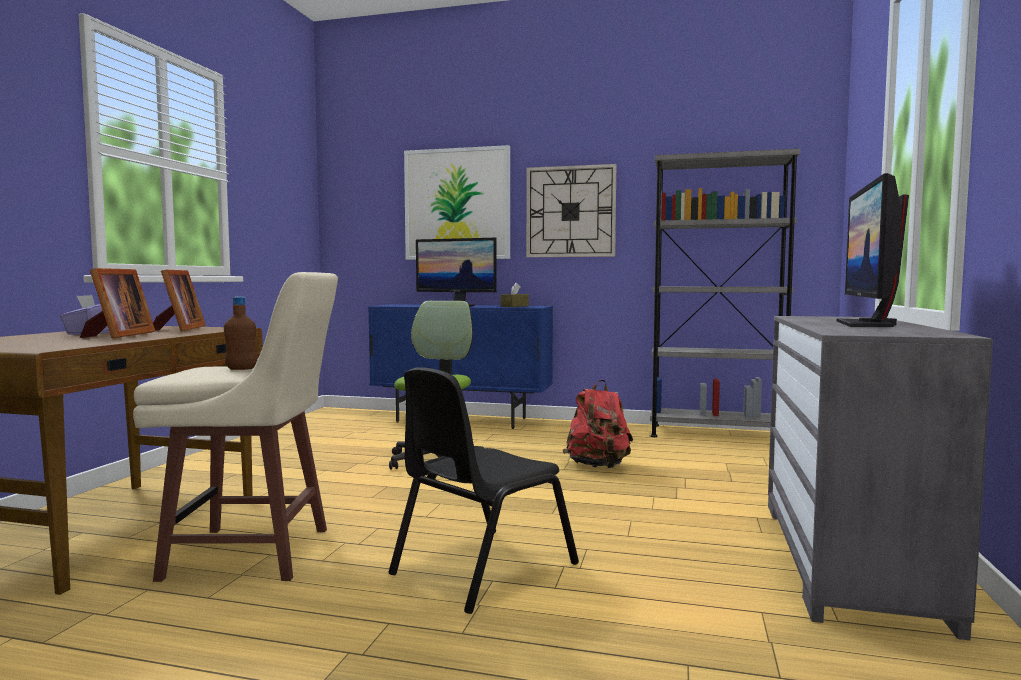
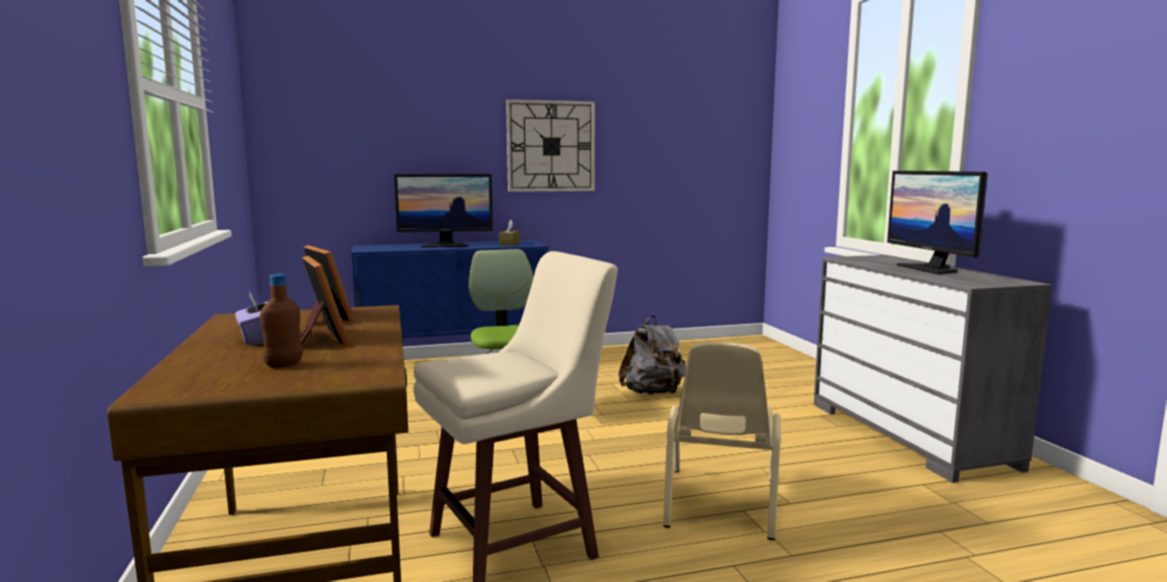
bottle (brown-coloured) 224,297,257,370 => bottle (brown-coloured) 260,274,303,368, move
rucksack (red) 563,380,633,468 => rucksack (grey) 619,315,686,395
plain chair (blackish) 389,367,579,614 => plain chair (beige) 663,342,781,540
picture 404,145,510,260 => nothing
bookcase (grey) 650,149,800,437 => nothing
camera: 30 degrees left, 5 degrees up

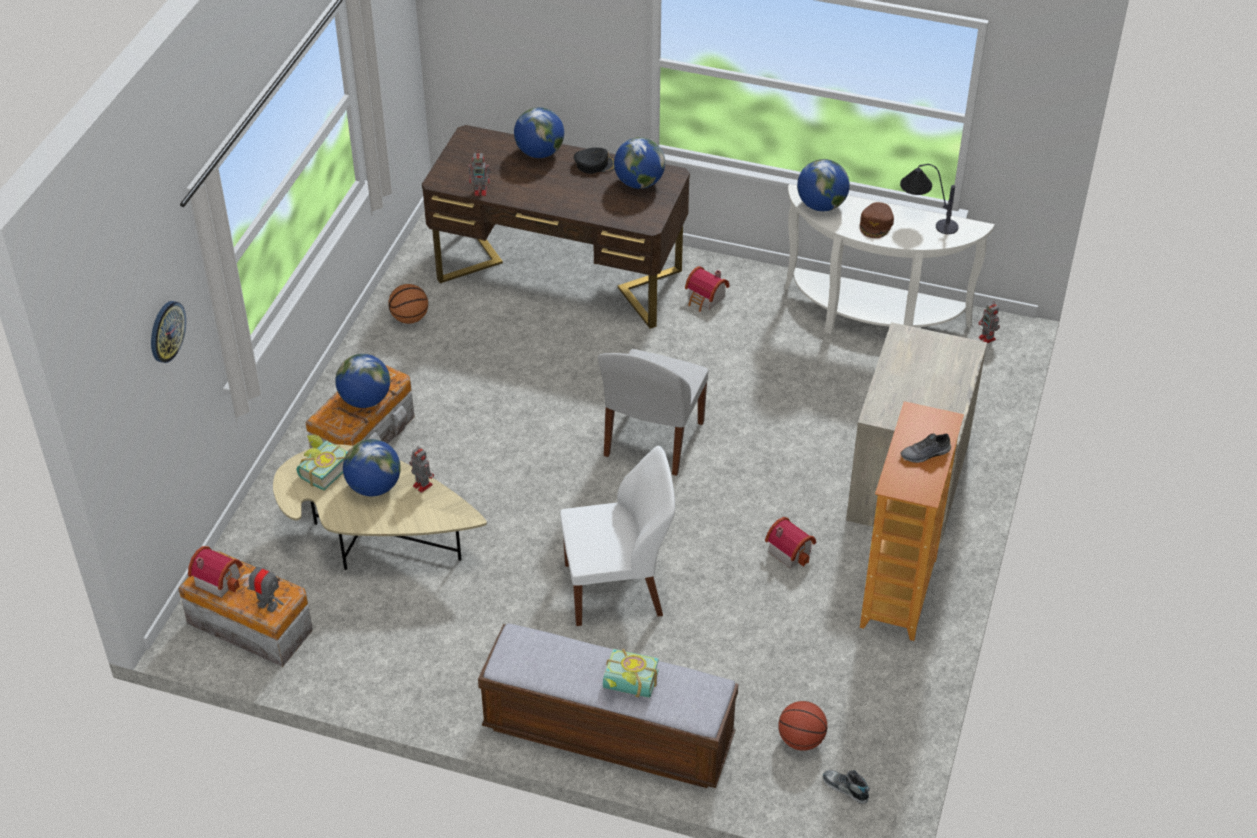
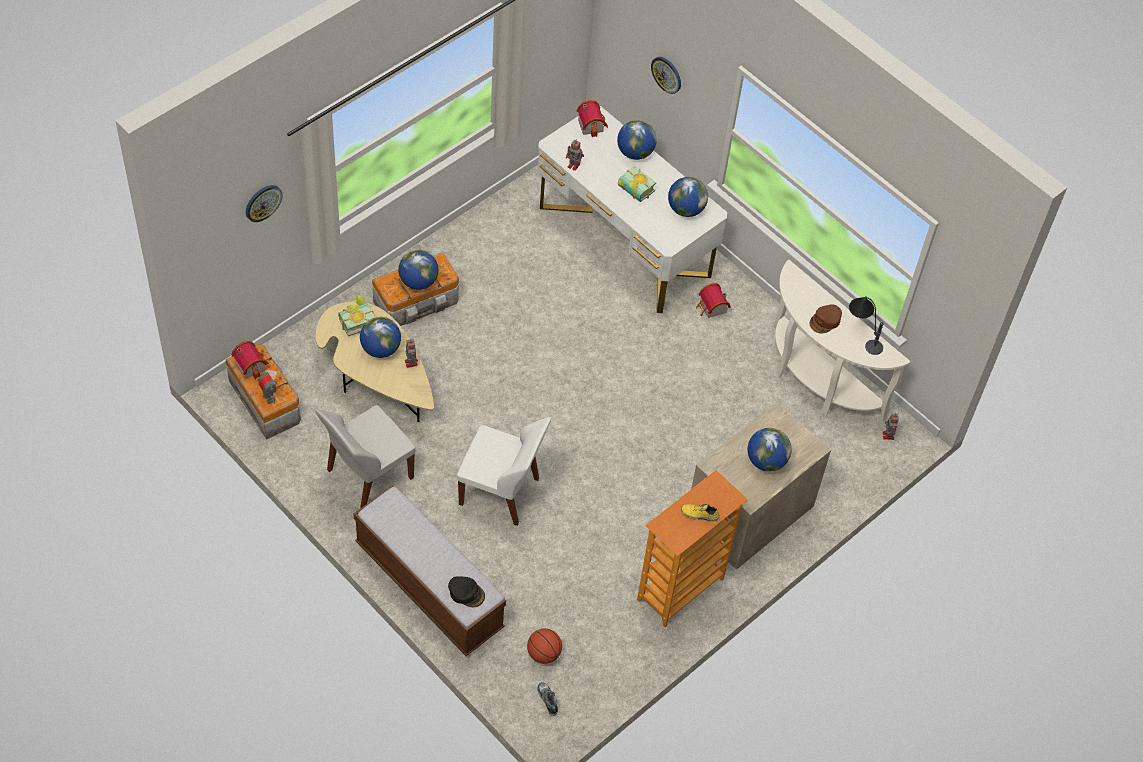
plain chair (whitish) 598,349,709,476 => plain chair (whitish) 316,405,415,508, move
baseball cap (blackish) 574,147,615,174 => baseball cap (blackish) 448,576,485,607, move
desk table (brown-coloured) 422,125,690,329 => desk table (whitish) 537,106,727,313
miniature house 765,517,816,569 => miniature house 577,100,608,138, move
book 603,649,659,698 => book 618,166,656,202, move
nothing => wall clock 651,57,681,94
low shoe (grey) 900,433,951,463 => low shoe (yellowish) 681,504,719,521
globe 797,159,850,211 => globe 748,428,792,471, move
basketball 388,284,428,324 => nothing
camera: 25 degrees right, 10 degrees up

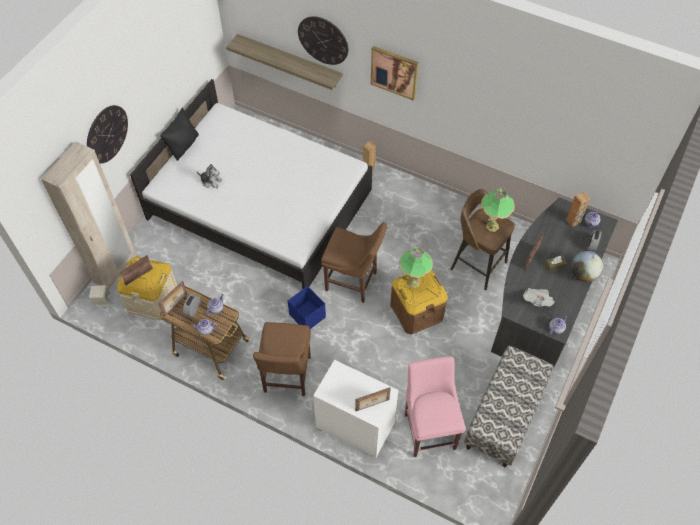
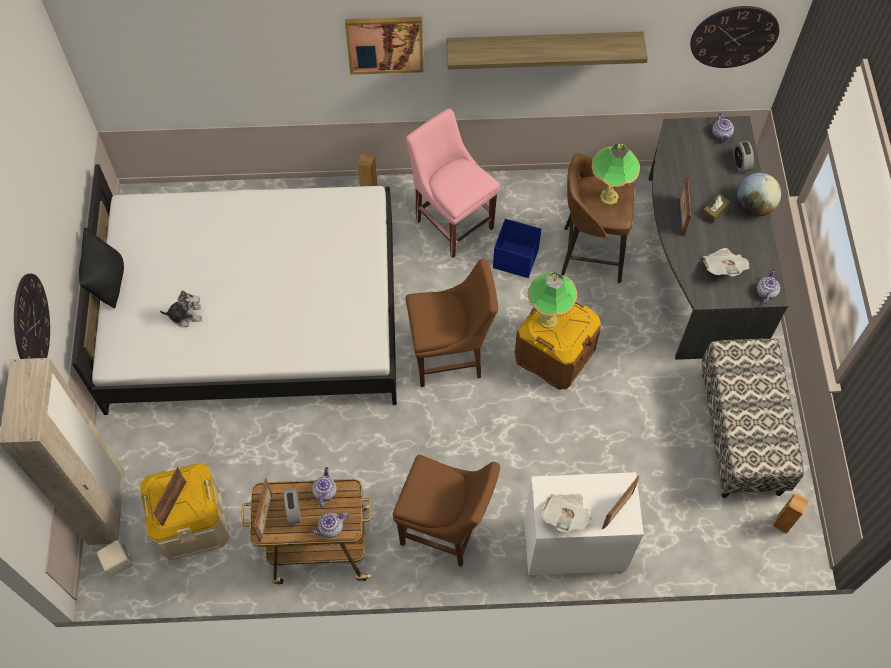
plain chair (brown-coloured) 253,322,311,396 => plain chair (brown-coloured) 393,455,500,567, 45 degrees counterclockwise
plain chair (pinkish) 404,356,466,457 => plain chair (pinkish) 406,108,500,258, move
wall shelf 226,34,343,90 => wall shelf 446,32,648,70, move
storage bin (bluish) 288,286,326,329 => storage bin (bluish) 493,219,541,278, move
nothing => daily paper 541,494,591,532
wall clock 298,16,348,65 => wall clock 690,6,779,68, move
speaker (brown-coloured) 566,192,590,227 => speaker (brown-coloured) 773,493,809,534, move
camera: 30 degrees left, 5 degrees up

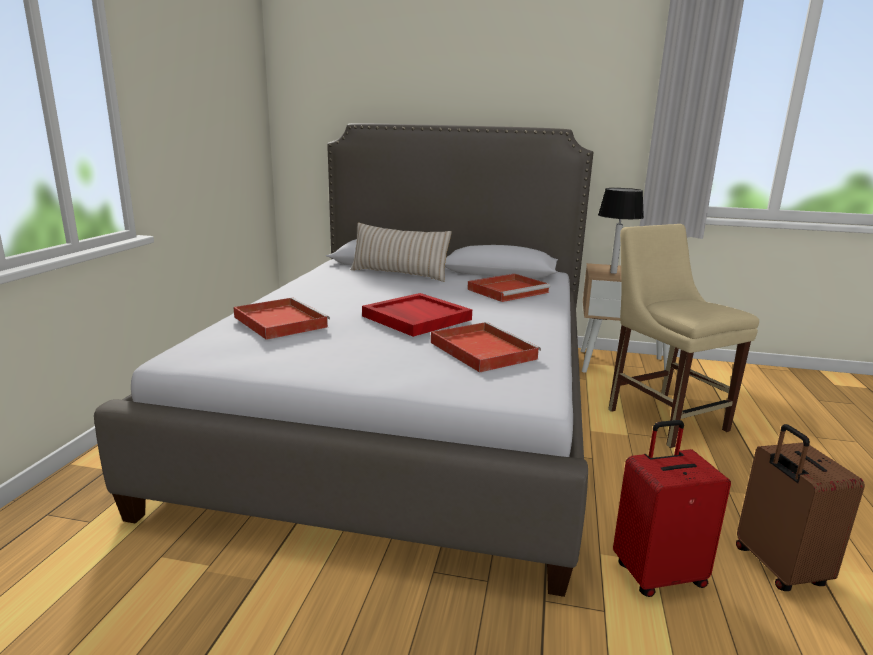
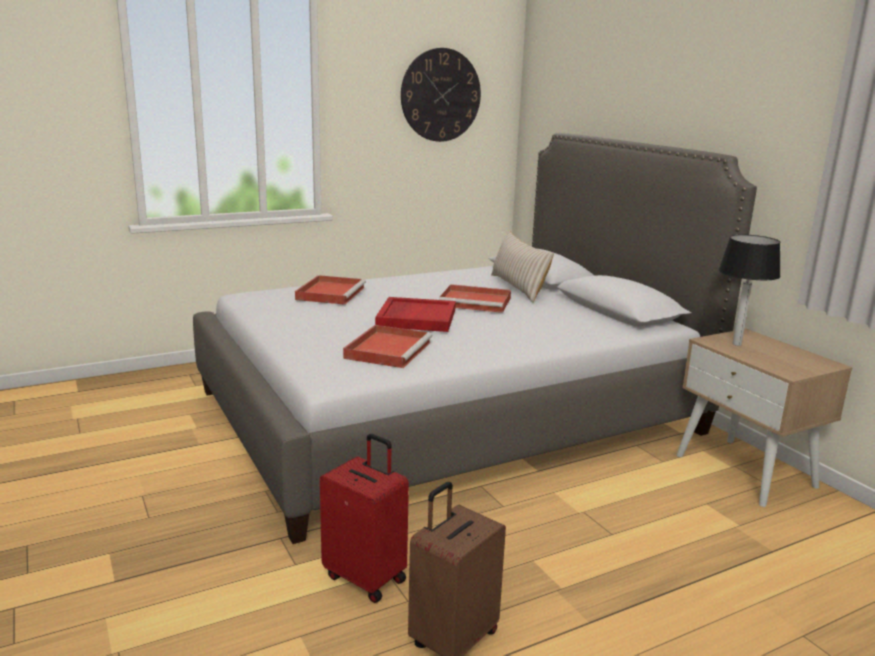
nothing => wall clock 401,48,481,142
serving tray (red) 467,274,551,302 => serving tray (red) 439,284,511,313, move
plain chair (beige) 608,224,759,448 => nothing
camera: 50 degrees right, 0 degrees up

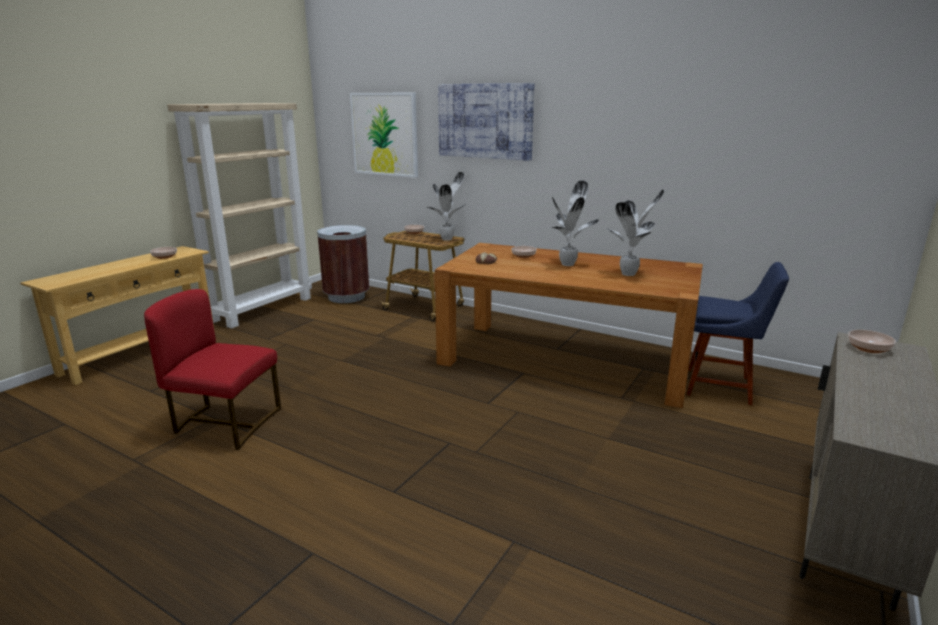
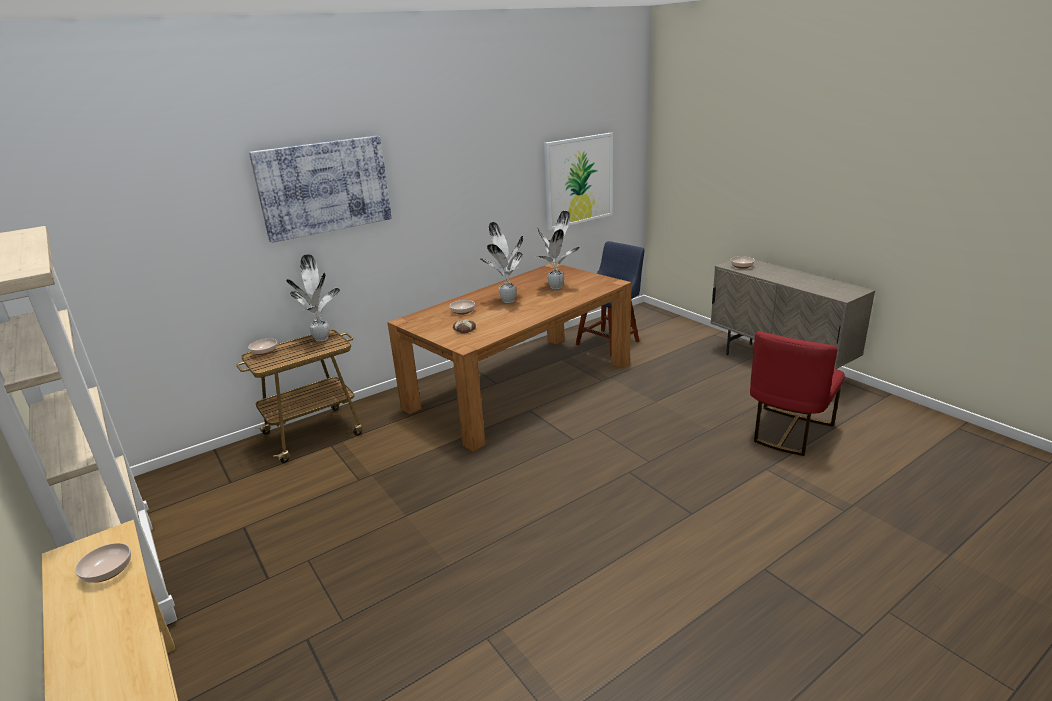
picture 350,93,418,178 => picture 544,133,613,230, move
plain chair (red) 144,289,281,450 => plain chair (red) 750,331,845,456, move
trash can (brown-coloured) 317,225,369,303 => nothing
camera: 65 degrees left, 5 degrees up

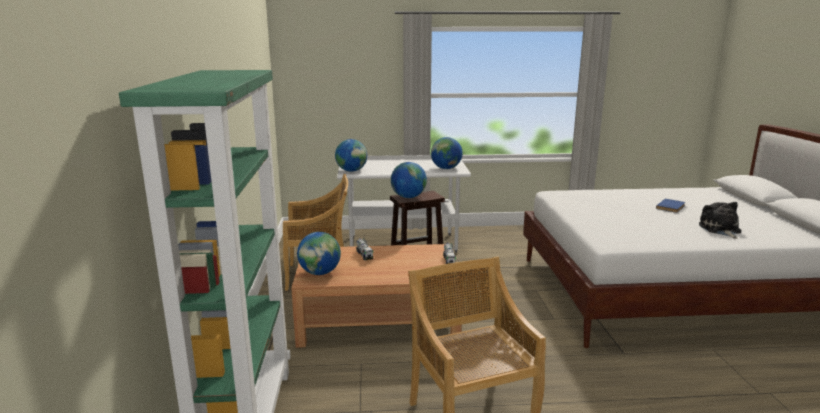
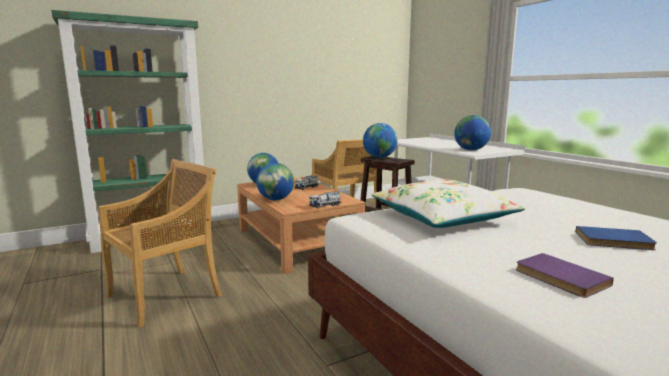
globe 335,139,367,172 => globe 256,163,294,200, move
nothing => throw pillow (whitish) 372,180,525,228
soft toy 699,202,741,239 => book (purplish) 516,253,614,298
camera: 65 degrees right, 5 degrees down

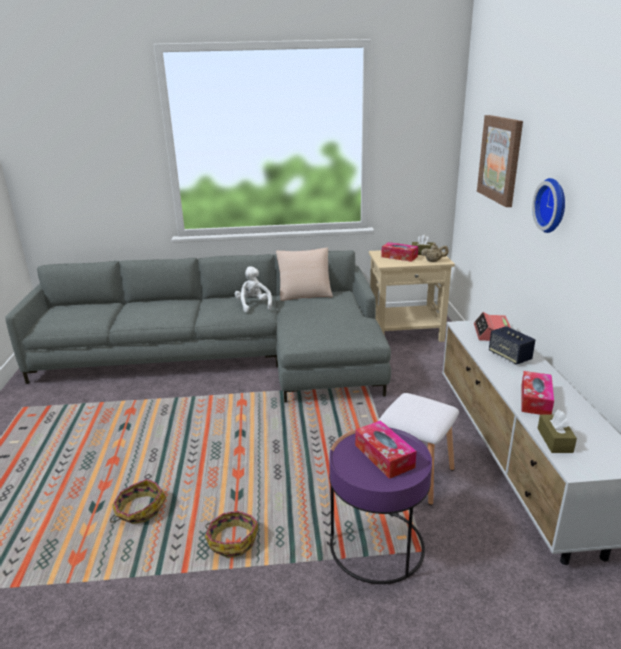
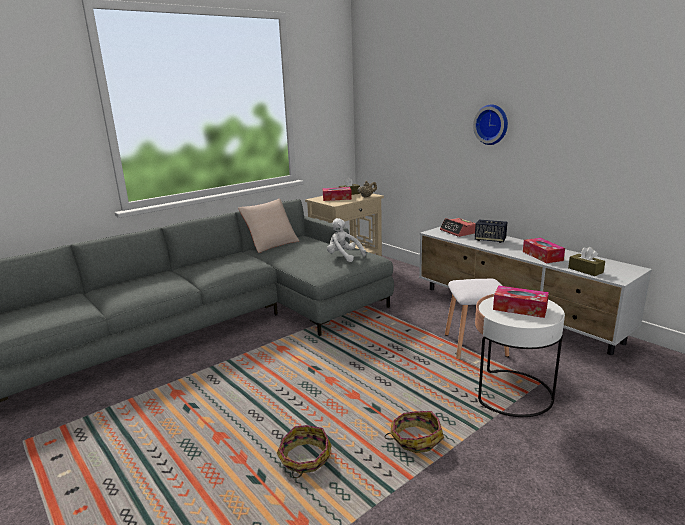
soft toy (whitish) 235,266,272,312 => soft toy (whitish) 327,218,366,262, move
side table (purplish) 329,428,432,584 => side table (whitish) 475,294,565,417
picture 477,115,523,207 => nothing
camera: 35 degrees left, 5 degrees down

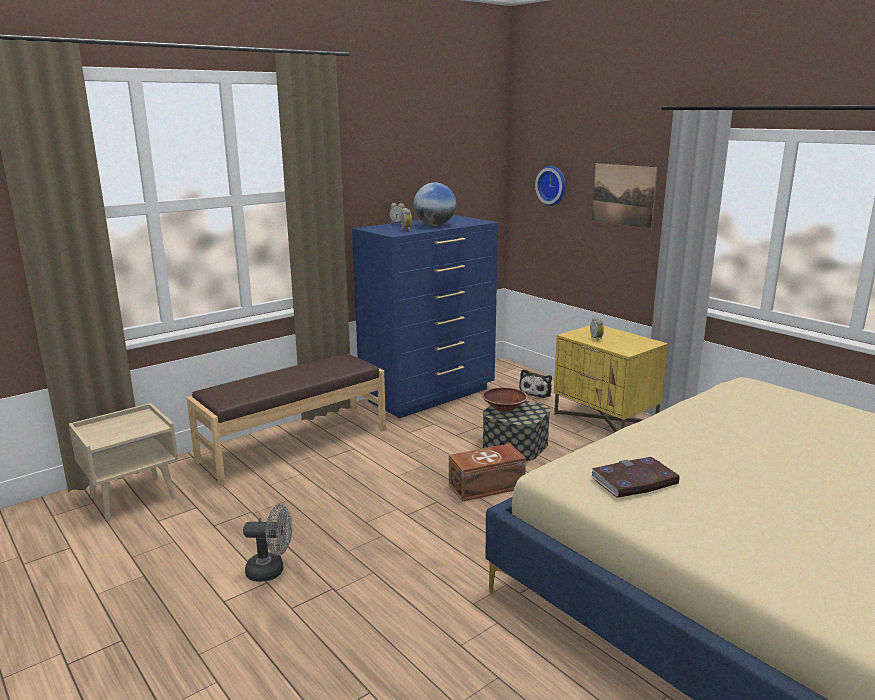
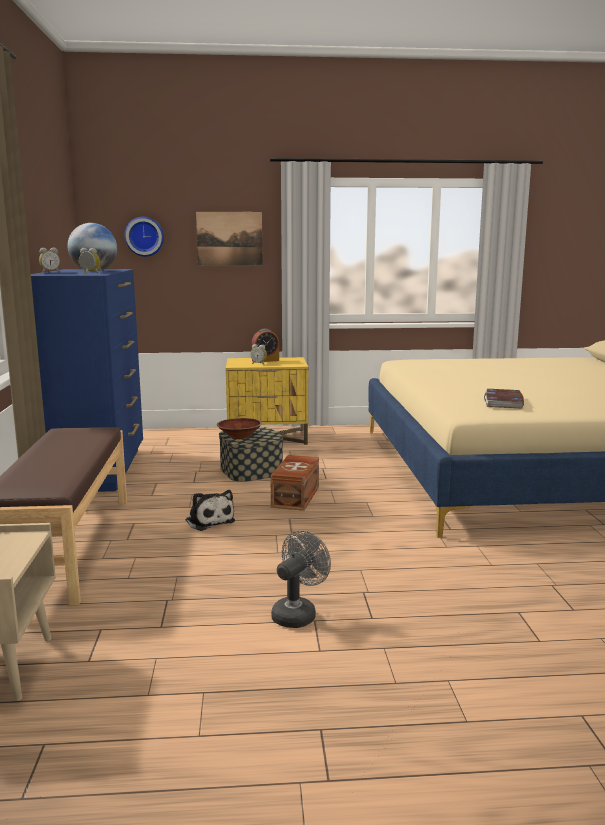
soft toy 519,369,552,398 => soft toy 186,490,235,531, move
nothing => table clock 252,328,279,363
camera: 55 degrees left, 5 degrees down

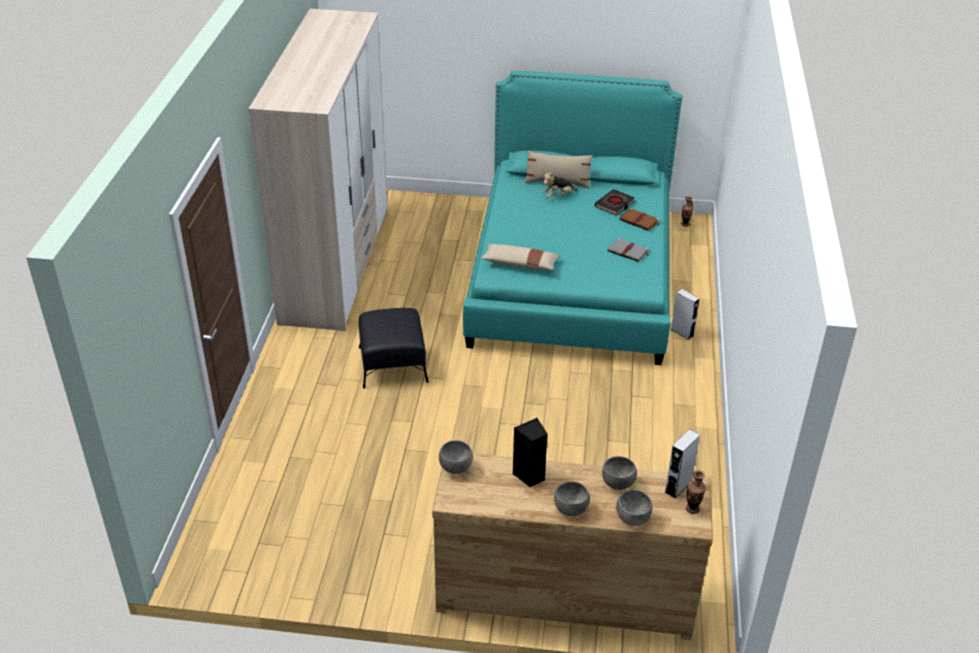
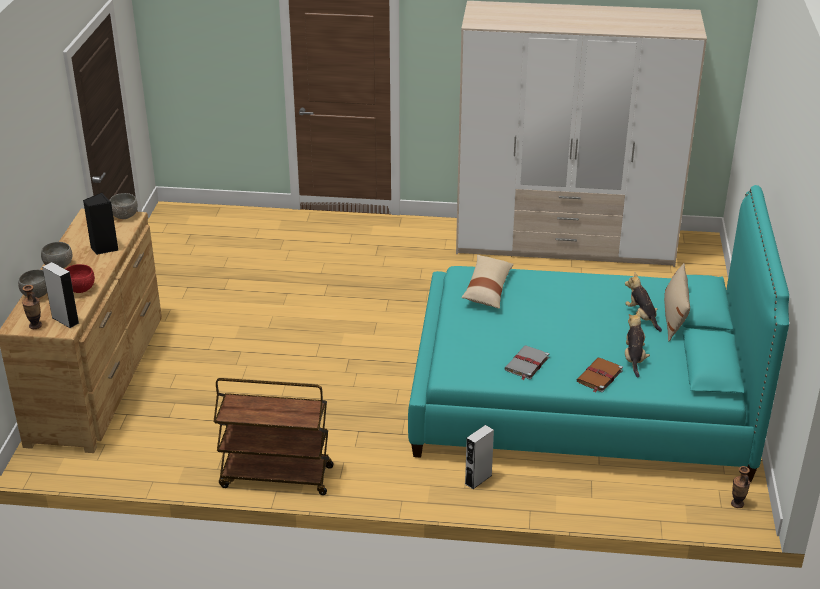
serving bowl (grey) 602,456,637,490 => serving bowl (red) 66,264,95,293
nothing => wheeled cart (brown-coloured) 213,378,334,495
book (blackish) 595,189,635,216 => soft toy 625,311,650,378
footrest (blackish) 359,308,429,389 => nothing
camera: 90 degrees right, 5 degrees down

